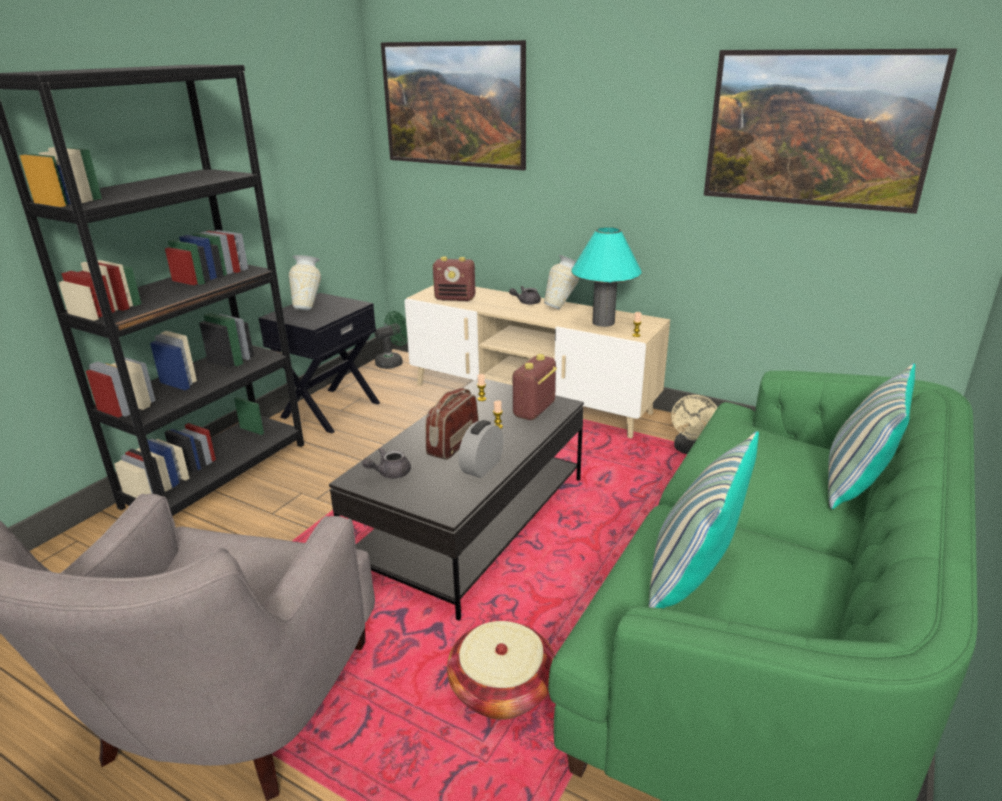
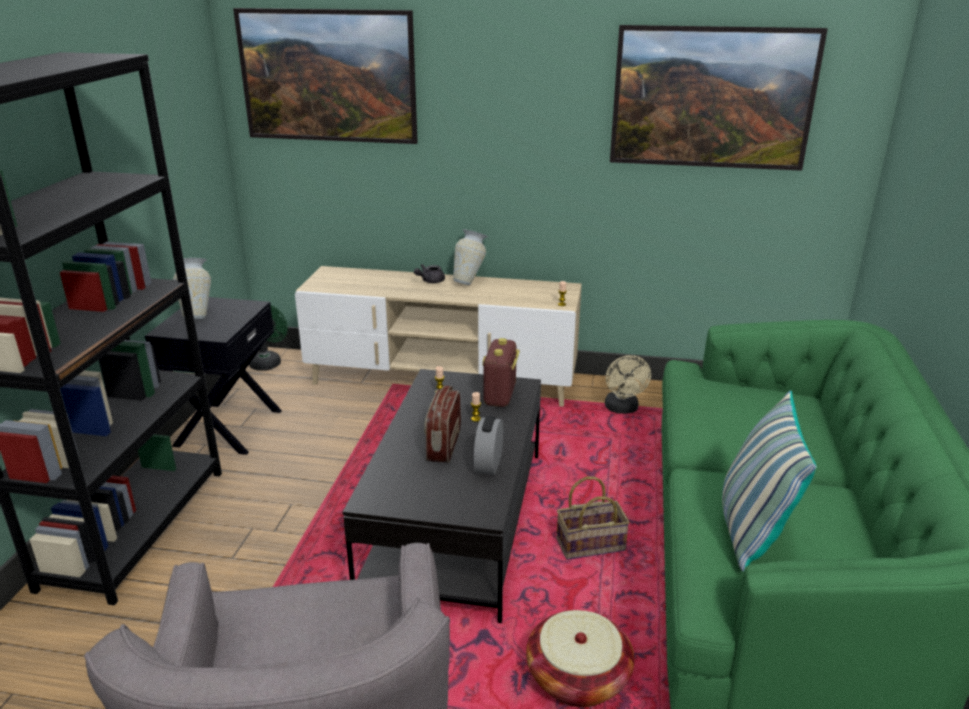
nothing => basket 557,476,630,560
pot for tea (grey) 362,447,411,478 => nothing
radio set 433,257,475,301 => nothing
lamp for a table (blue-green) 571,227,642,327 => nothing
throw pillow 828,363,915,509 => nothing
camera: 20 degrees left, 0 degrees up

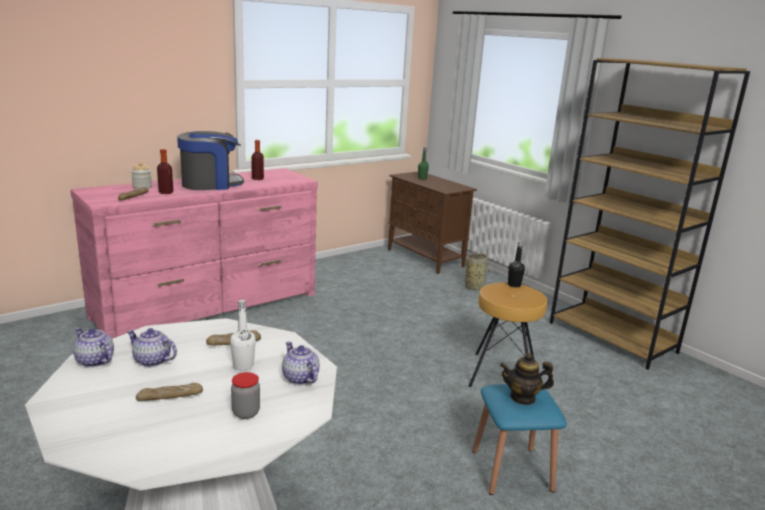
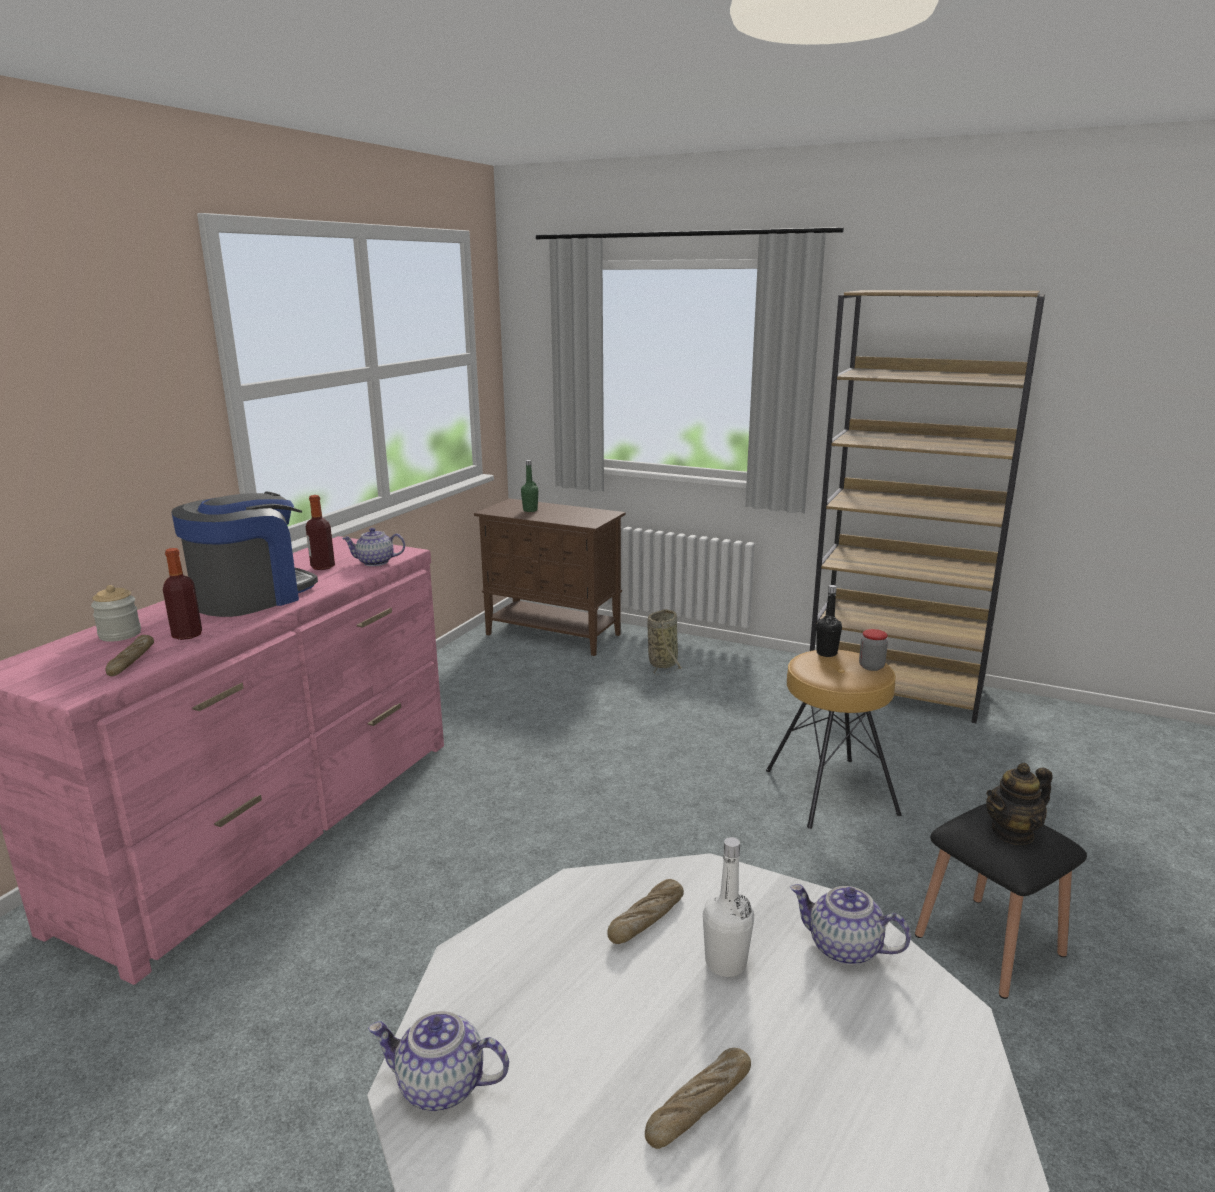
pot for tea 126,328,177,367 => pot for tea 342,528,405,566, move
preserve jar 231,372,260,419 => preserve jar 859,629,888,671, move
sitting stool (bluish) 472,384,567,495 => sitting stool (blackish) 915,804,1087,999
camera: 25 degrees left, 0 degrees up

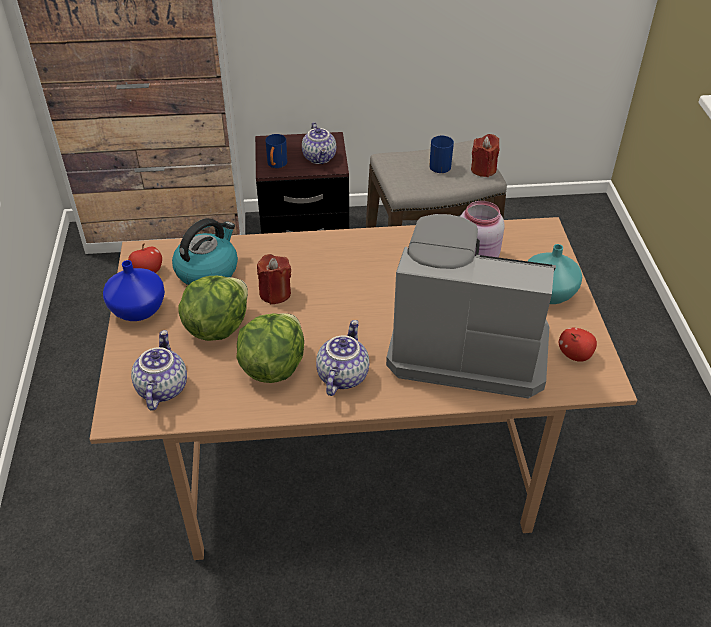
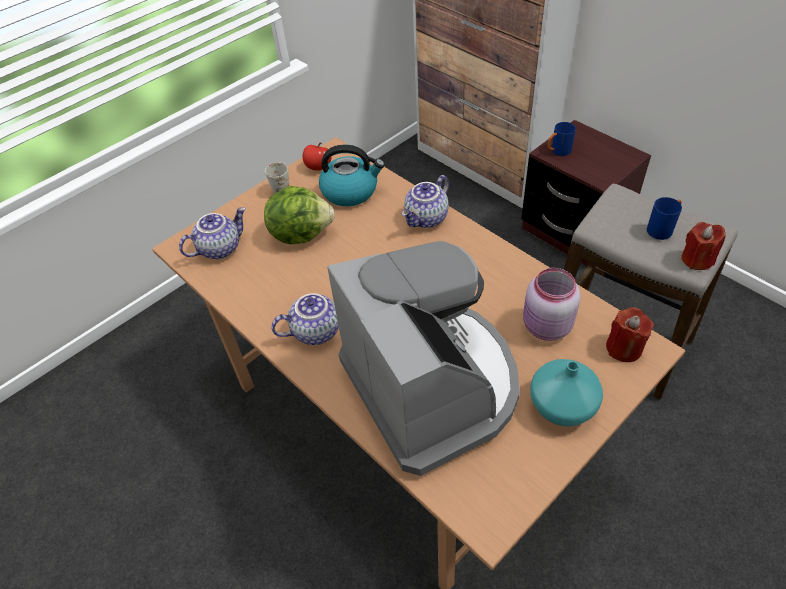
flower vase (bluish) 103,260,165,321 => coffee mug (whitish) 265,162,289,194
pot for tea 302,122,336,164 => pot for tea 402,175,449,228, move
wax light (red) 257,254,291,304 => wax light (red) 606,307,654,362, move
lettuce head 236,313,304,383 => nothing
whole apple 559,328,597,362 => nothing
camera: 55 degrees right, 5 degrees up

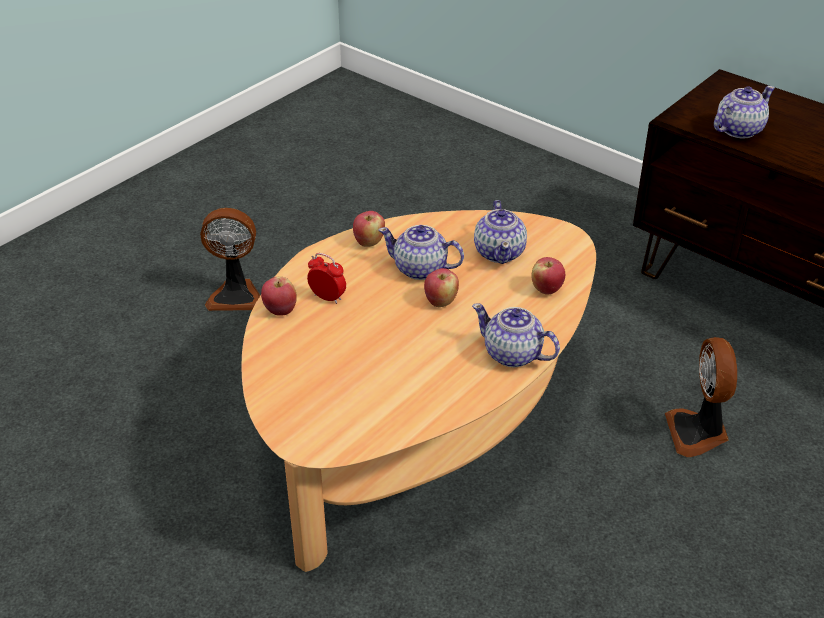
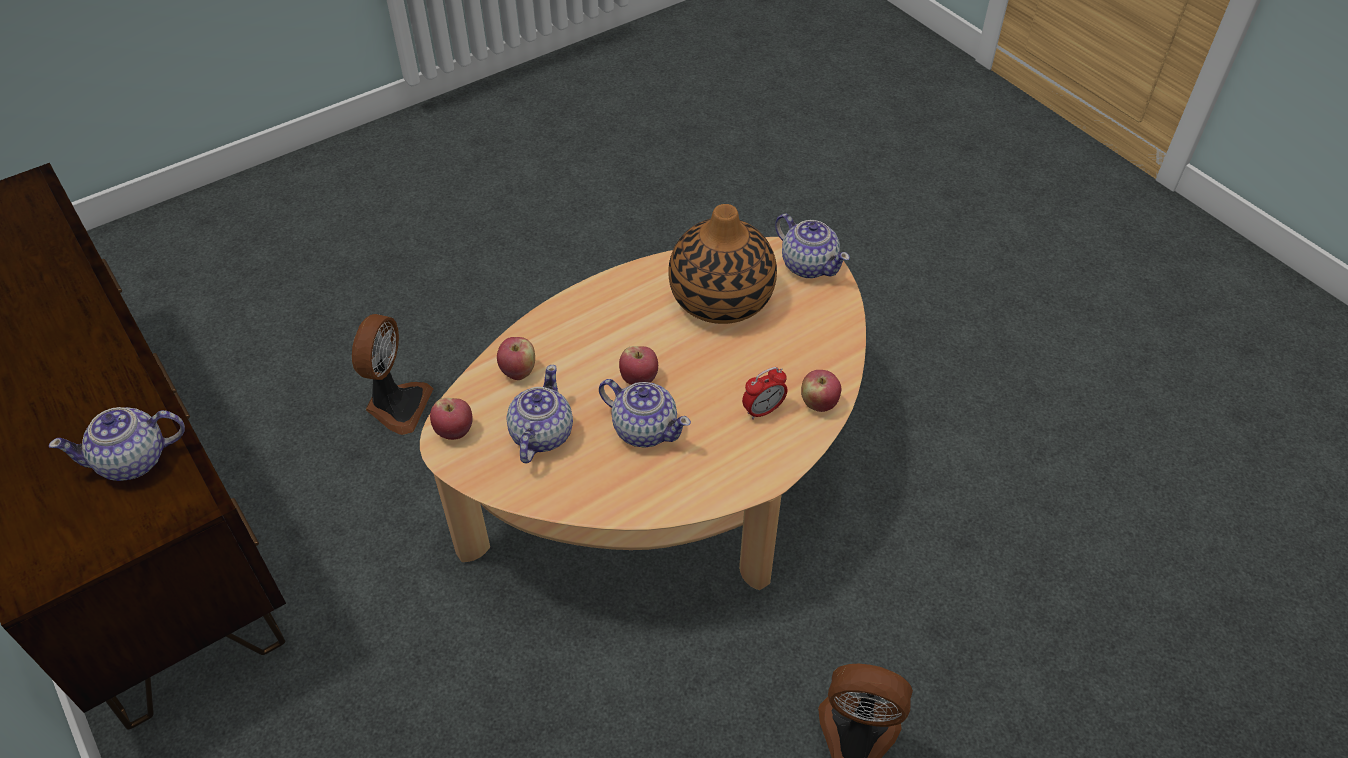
whole apple 353,211,385,247 => whole apple 430,398,473,440, move
nothing => flower vase 668,204,777,324
table clock 307,253,346,304 => table clock 742,367,787,420, 75 degrees counterclockwise
pot for tea 472,303,560,367 => pot for tea 775,214,850,278, move
camera: 165 degrees left, 10 degrees up

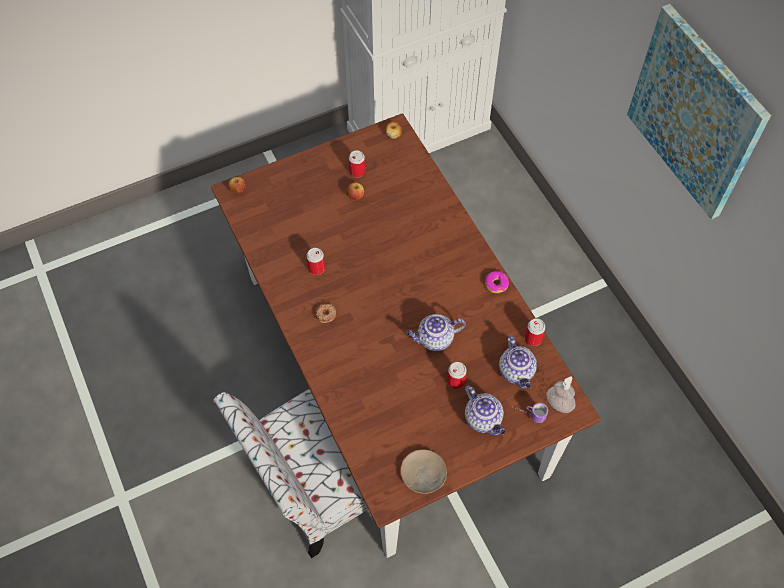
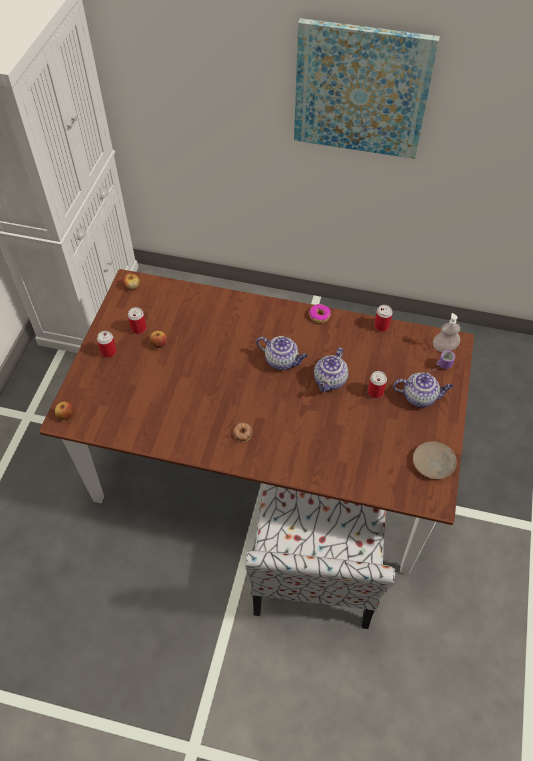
metal can 307,248,325,275 => metal can 97,331,117,358, move
pot for tea 499,335,537,389 => pot for tea 256,336,308,370, move
camera: 50 degrees left, 5 degrees down

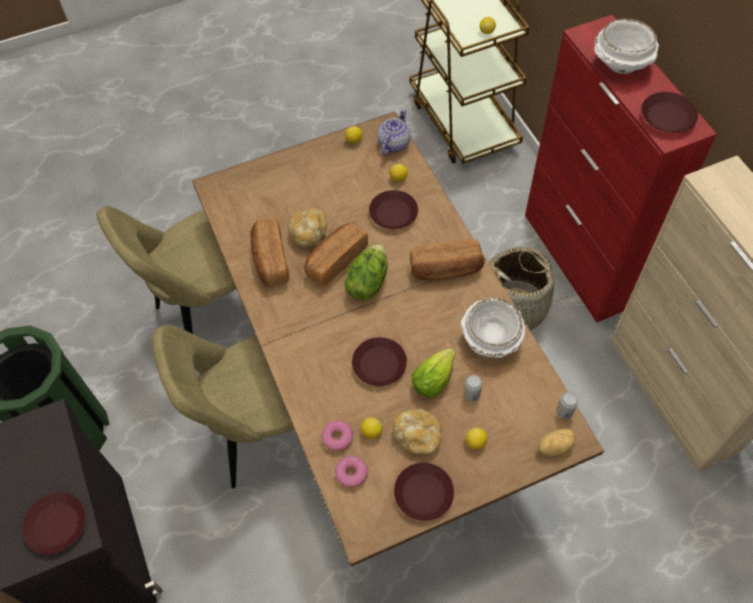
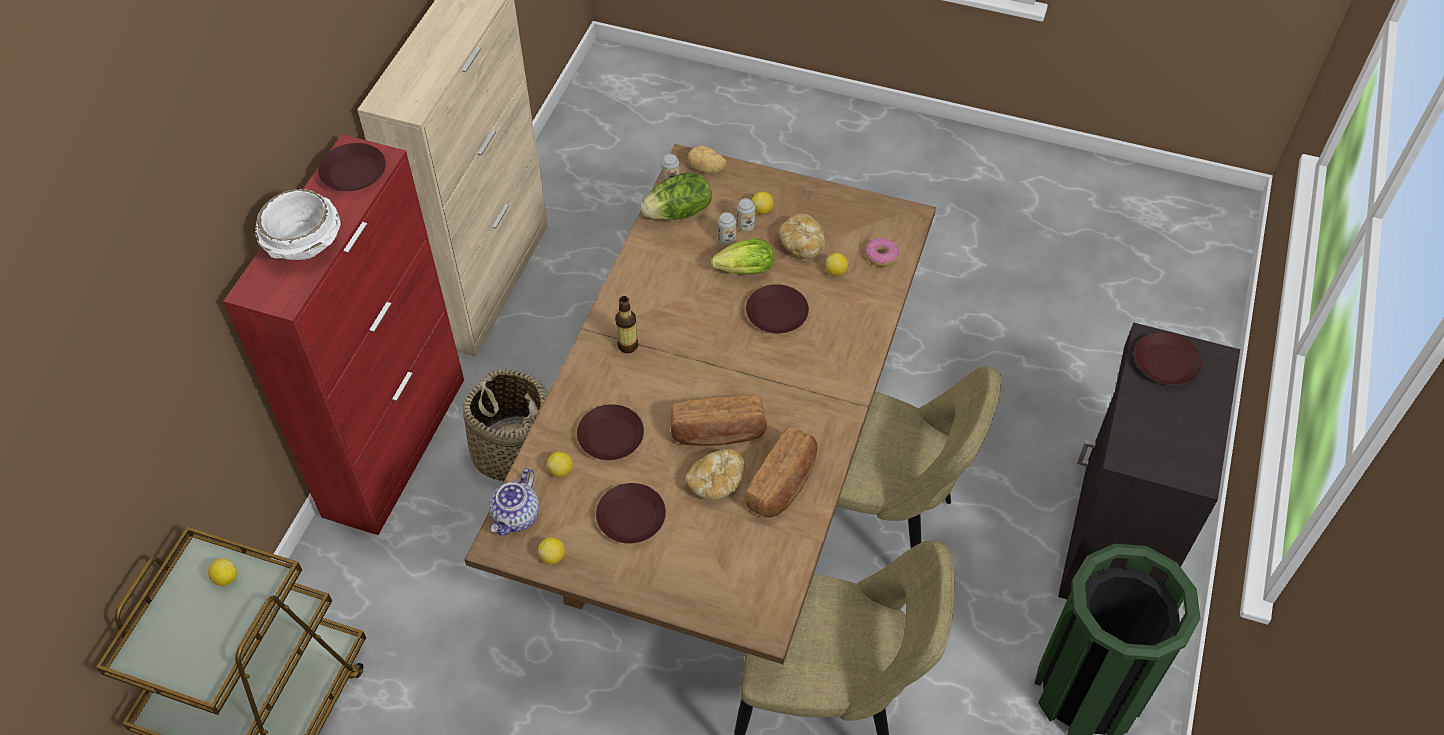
pot for tea 377,109,411,155 => pot for tea 489,468,539,535, 45 degrees counterclockwise
plate (brown-coloured) 394,463,454,521 => plate (brown-coloured) 596,483,666,544, move
baked bread 410,239,485,280 => bottle 615,296,638,353
lettuce head 344,244,388,300 => lettuce head 641,172,712,220, move
nothing => metal can 737,198,755,232
ring doughnut 321,420,353,451 => nothing
serving bowl (whitish) 460,298,526,358 => nothing
camera: 140 degrees left, 5 degrees down

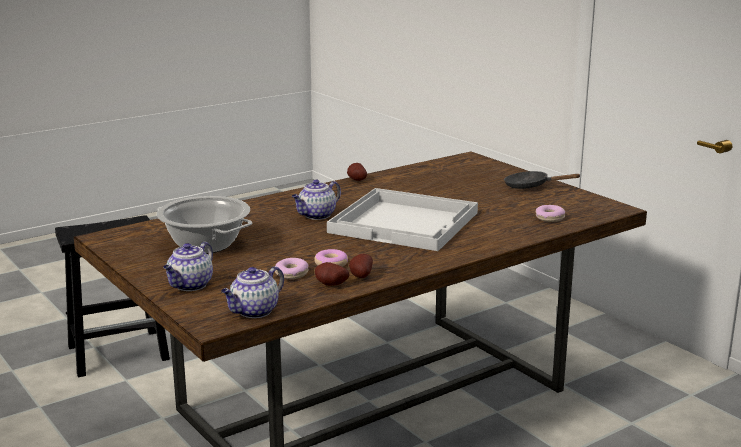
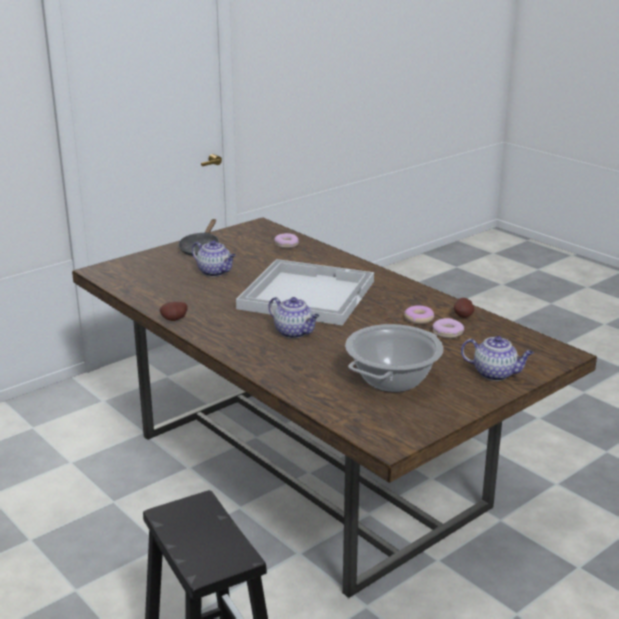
pot for tea 221,266,284,318 => pot for tea 192,241,236,277, move
whole potato 349,254,373,278 => nothing
camera: 95 degrees left, 5 degrees up

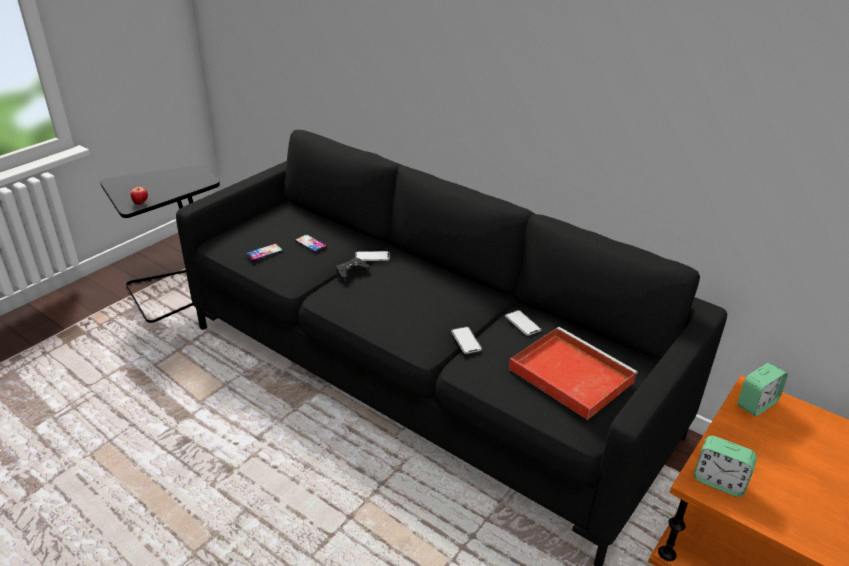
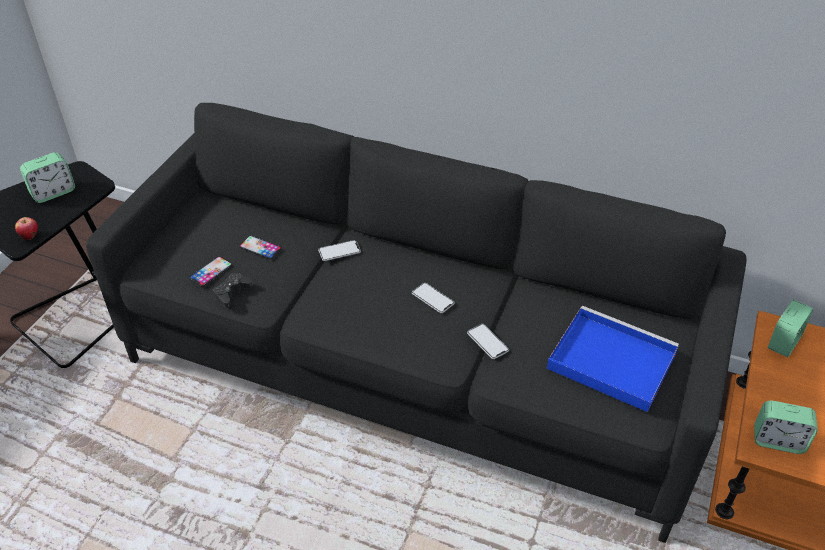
nothing => table clock 20,152,75,203
game controller (blackish) 336,258,370,281 => game controller (blackish) 213,273,253,307, move
phone 505,310,542,336 => phone 412,283,455,313, move
serving tray (red) 509,327,638,420 => serving tray (bluish) 547,306,679,412
camera: 15 degrees left, 10 degrees up

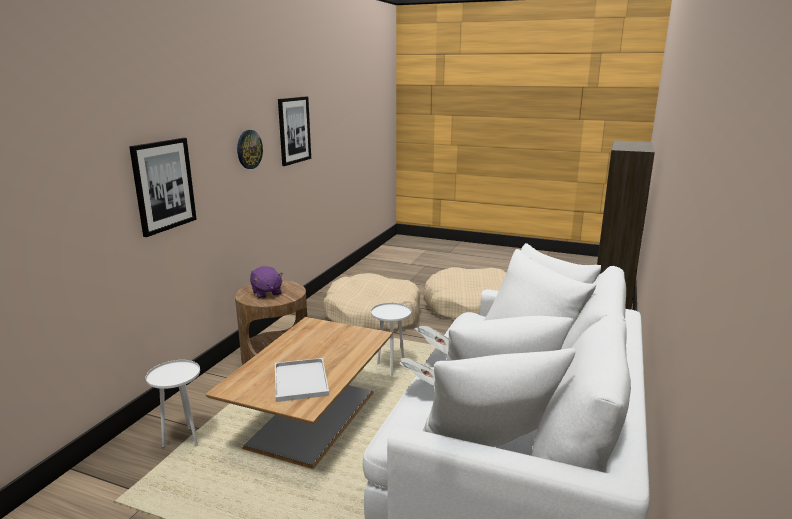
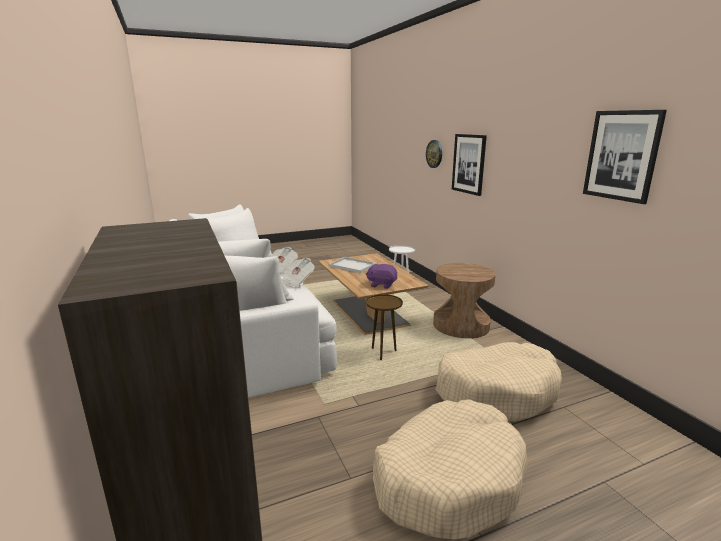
soft toy (purplish) 250,266,283,299 => soft toy (purplish) 366,263,398,289, move
side table (whitish) 371,303,411,376 => side table (brown-coloured) 366,294,403,360
wall clock 237,130,263,169 => wall clock 426,140,442,168, move
camera: 135 degrees right, 0 degrees up

